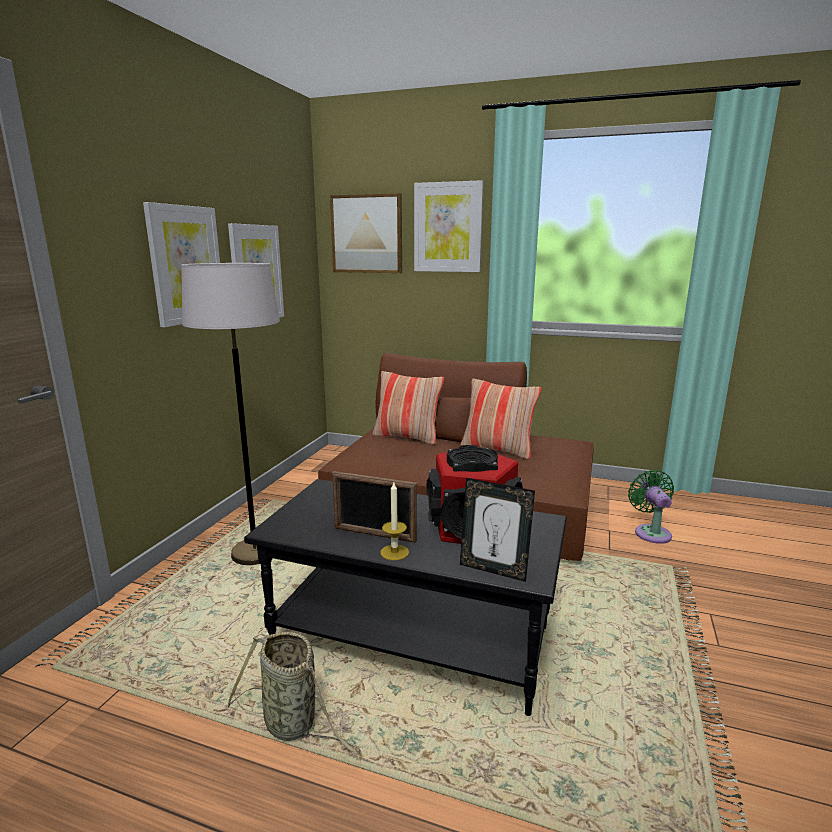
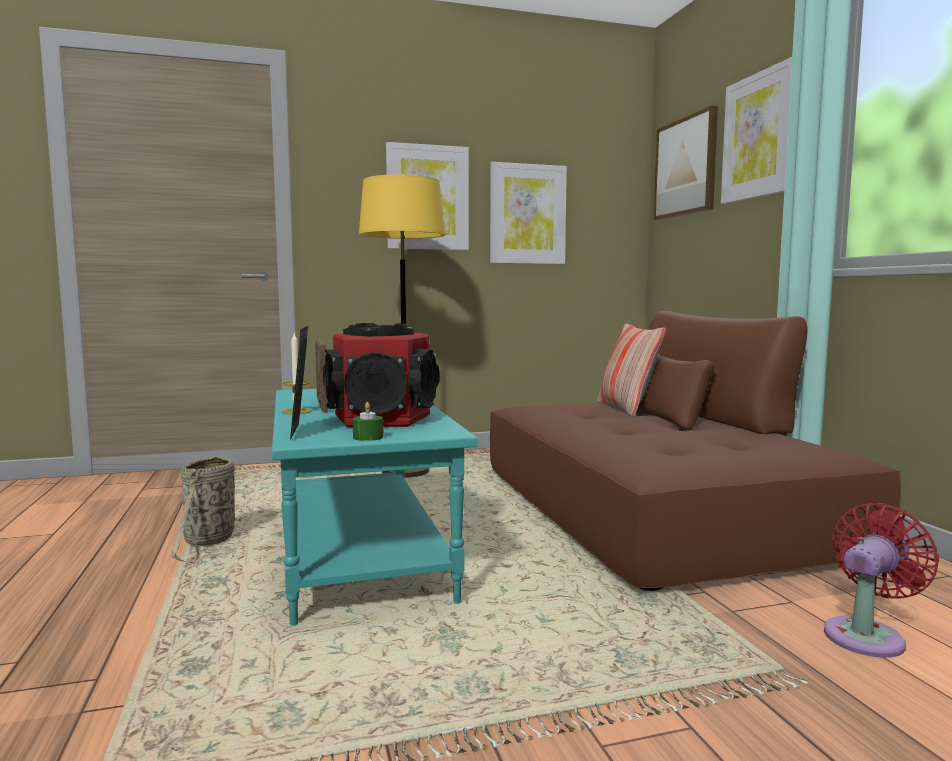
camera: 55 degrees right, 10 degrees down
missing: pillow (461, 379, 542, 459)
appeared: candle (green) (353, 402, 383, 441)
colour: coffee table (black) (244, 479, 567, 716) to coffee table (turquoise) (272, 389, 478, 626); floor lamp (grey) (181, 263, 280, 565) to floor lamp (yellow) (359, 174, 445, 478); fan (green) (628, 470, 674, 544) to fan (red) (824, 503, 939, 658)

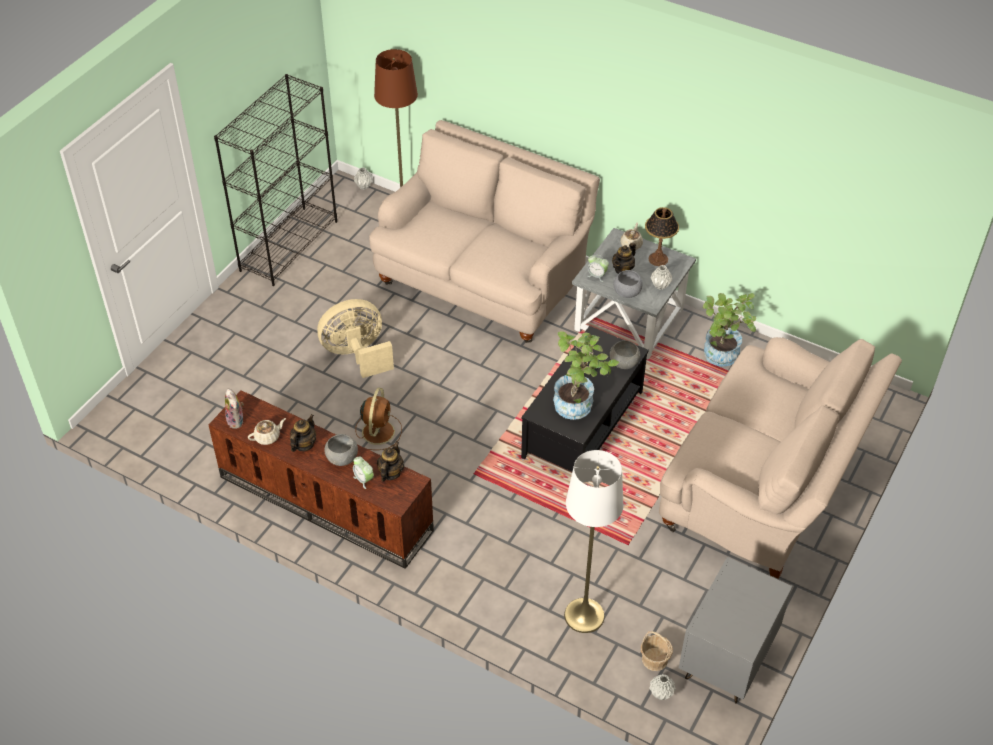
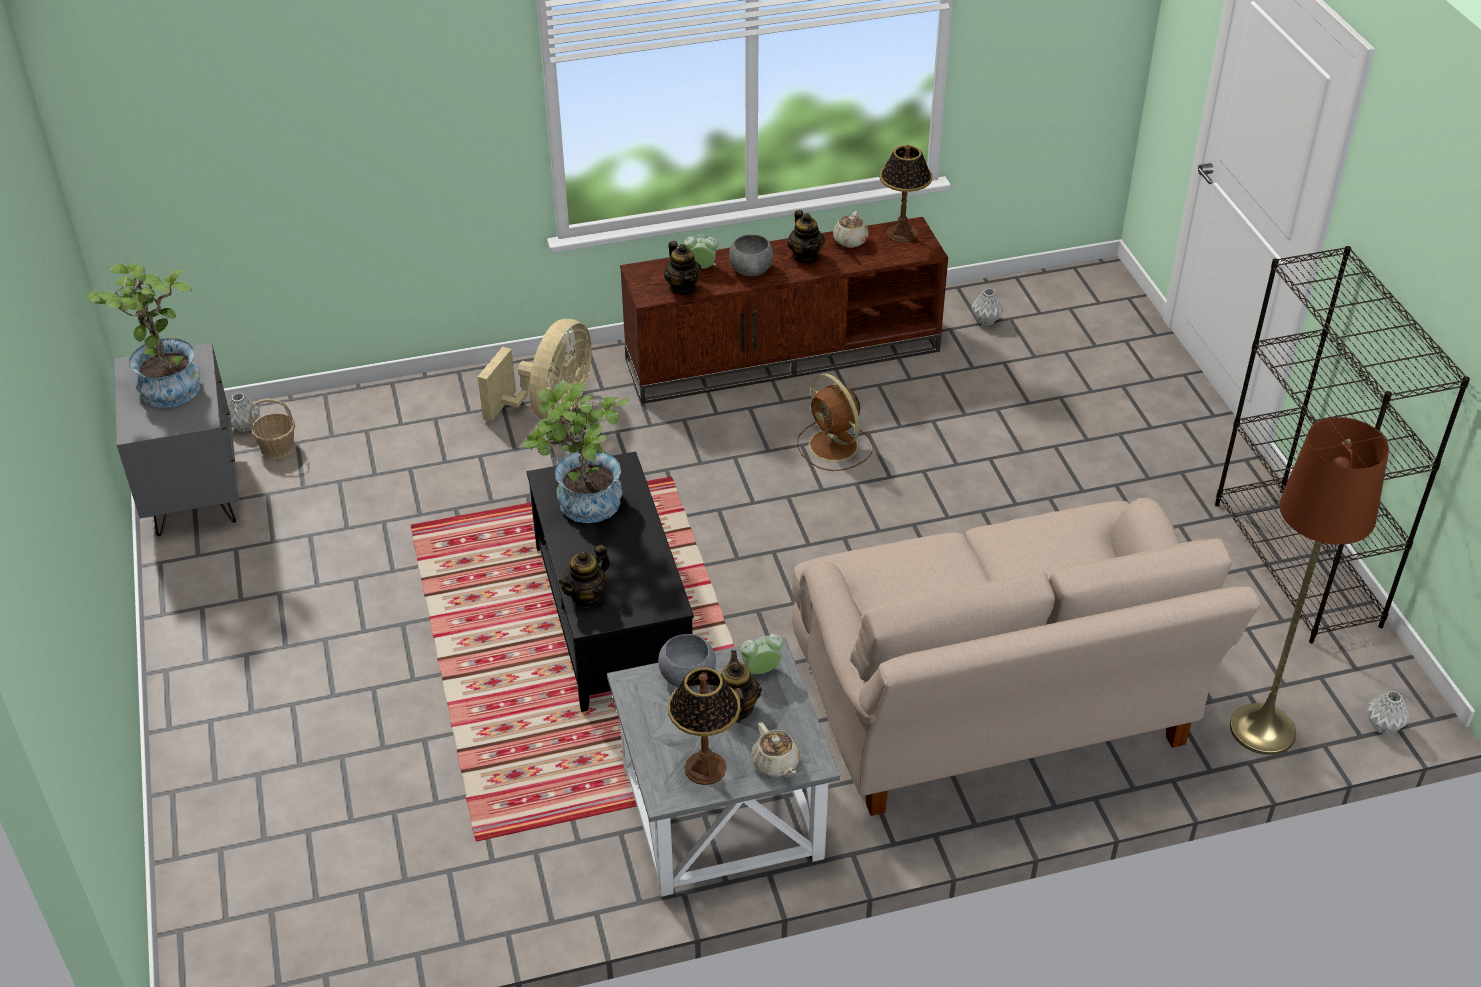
camera: 135 degrees right, 5 degrees down
missing: floor lamp (white) (564, 450, 624, 633); sofa (beige) (659, 337, 902, 579)
relocated: potted plant (703, 293, 756, 367) to (86, 263, 200, 408); fan (beige) (317, 299, 394, 378) to (478, 319, 592, 422); vase (grey) (650, 265, 672, 290) to (971, 288, 1004, 326)
exchanged: bowl (grey) (610, 340, 640, 369) to teapot (559, 545, 610, 608); plush toy (225, 389, 244, 429) to table lamp (879, 145, 932, 243)

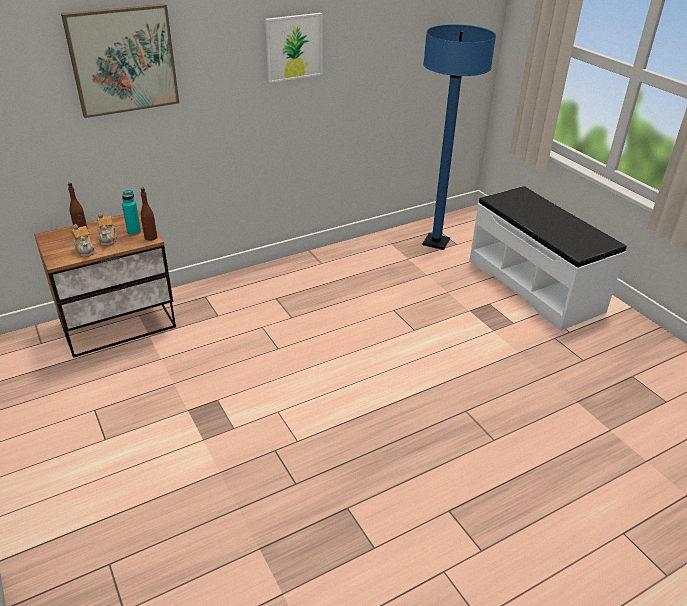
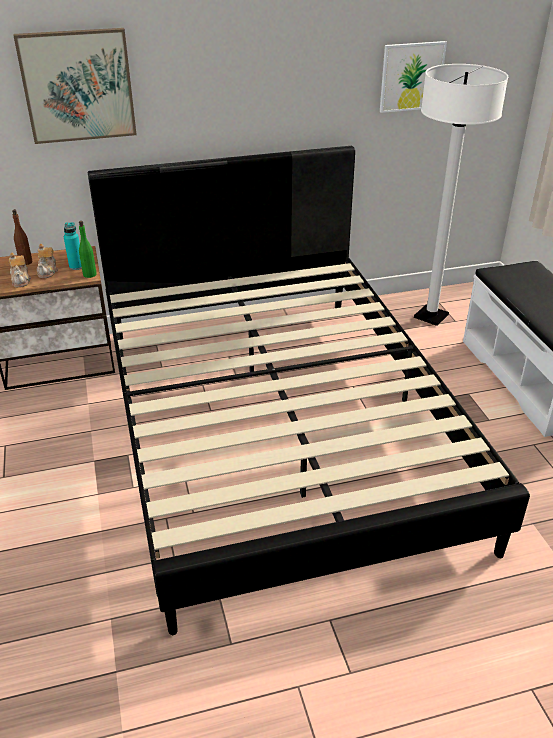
camera: 15 degrees right, 0 degrees up
appeared: bed (black) (88, 146, 530, 635)
relocated: picture (265, 13, 322, 83) to (380, 41, 447, 113)
colour: bottle (brown) (141, 188, 157, 241) to bottle (green) (79, 221, 97, 278); floor lamp (blue) (423, 24, 496, 250) to floor lamp (white) (414, 64, 508, 326)

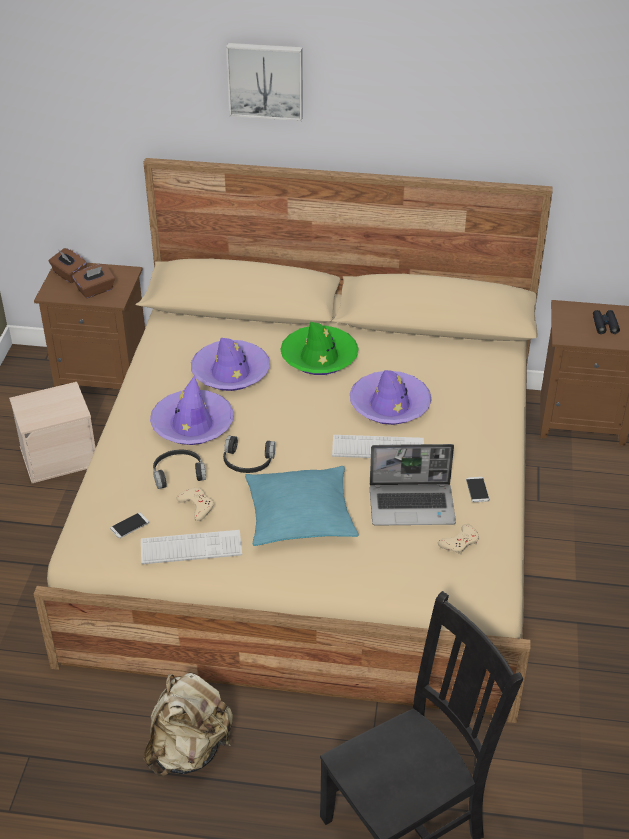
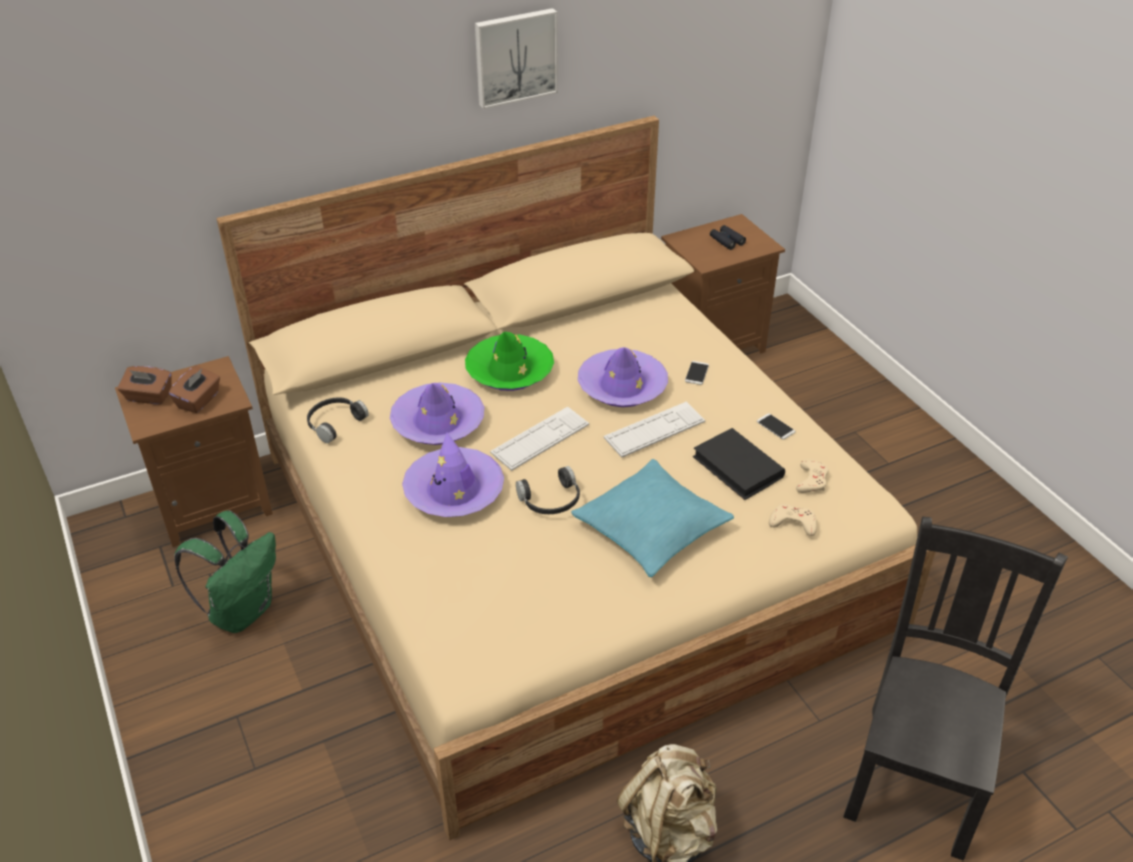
camera: 35 degrees left, 0 degrees up
relocated: headphones (black) (153, 450, 206, 489) to (307, 398, 369, 443); picture (226, 43, 303, 121) to (475, 8, 558, 109); keyboard (141, 530, 242, 564) to (490, 407, 589, 471); phone (110, 512, 149, 538) to (685, 361, 709, 385); game controller (beige) (177, 488, 214, 521) to (769, 504, 817, 536)
exchanged: storage box (beige) (9, 382, 96, 483) to backpack (green) (174, 511, 276, 633); laptop (370, 444, 456, 526) to book (black) (693, 428, 785, 500)

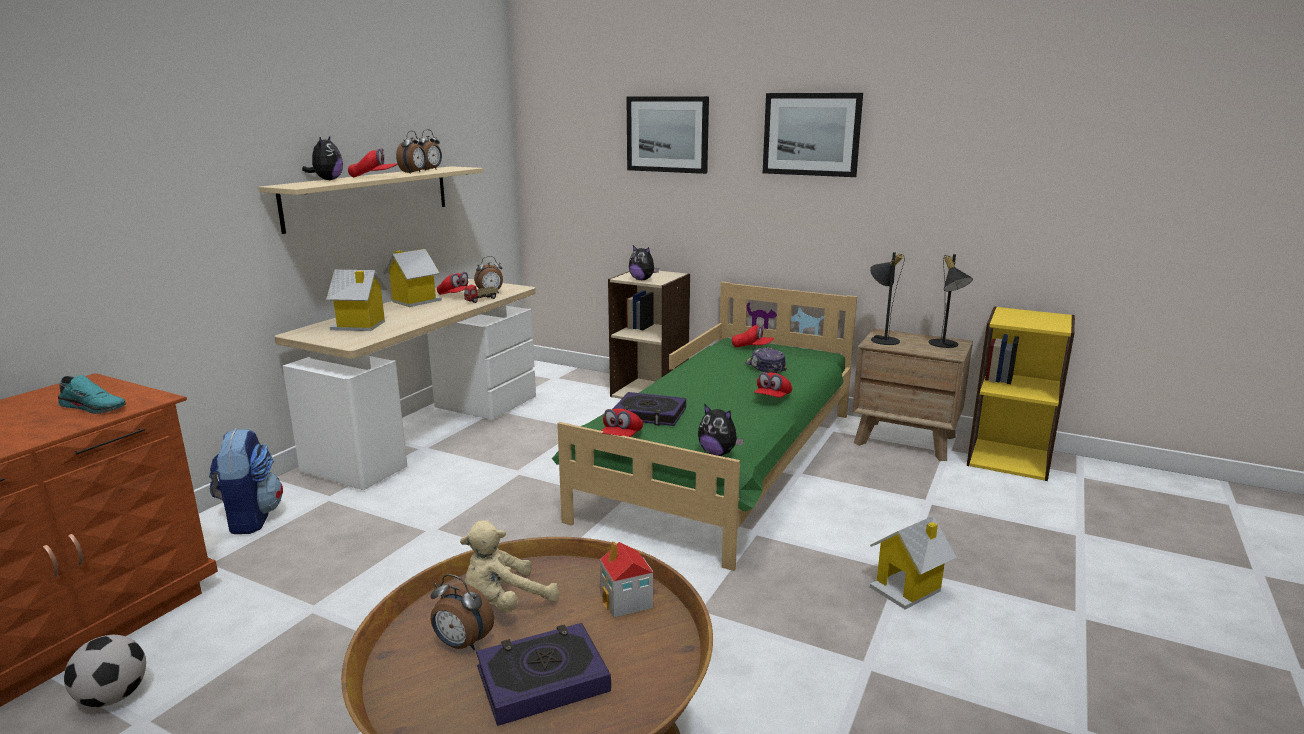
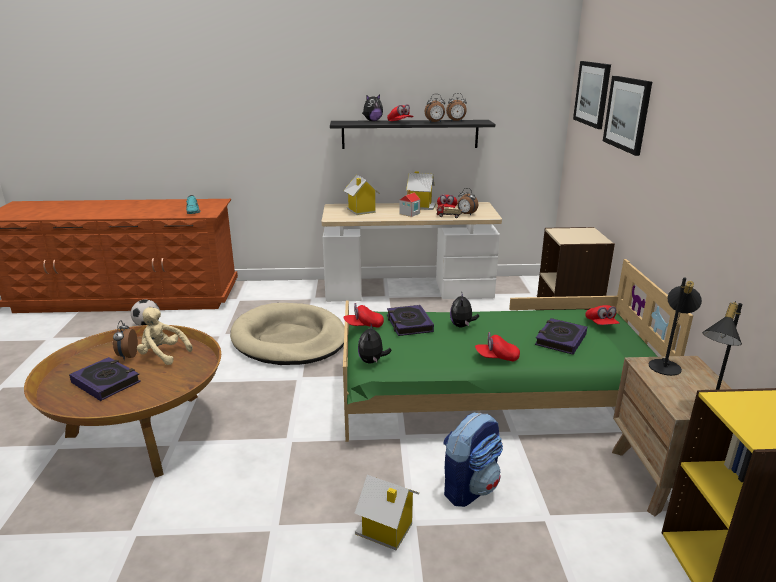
camera: 60 degrees right, 5 degrees up
appeared: dog bed (beige) (230, 303, 345, 365)
relocated: toy house (600, 541, 653, 618) to (399, 190, 420, 217); backpack (209, 428, 283, 534) to (443, 413, 503, 507); plush toy (629, 245, 659, 280) to (450, 291, 479, 327); picture (763, 93, 863, 177) to (573, 61, 611, 129)
exchanged: cap (745, 348, 787, 373) to book (535, 318, 587, 355)
colour: shelf (beige) (259, 166, 484, 234) to shelf (black) (330, 120, 495, 149)

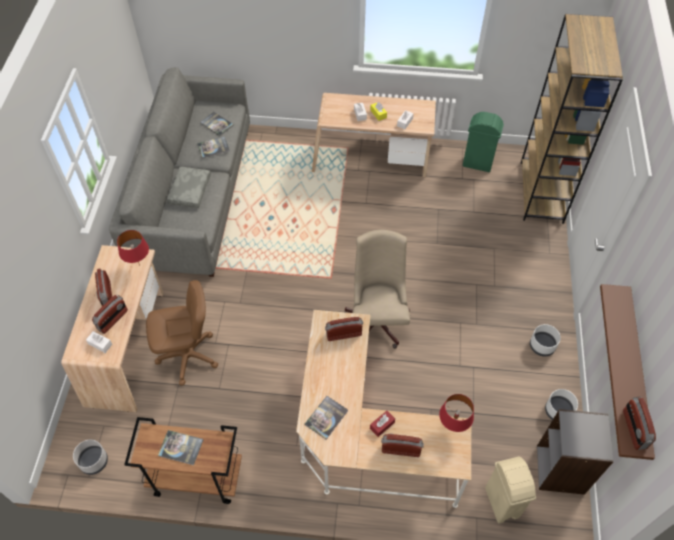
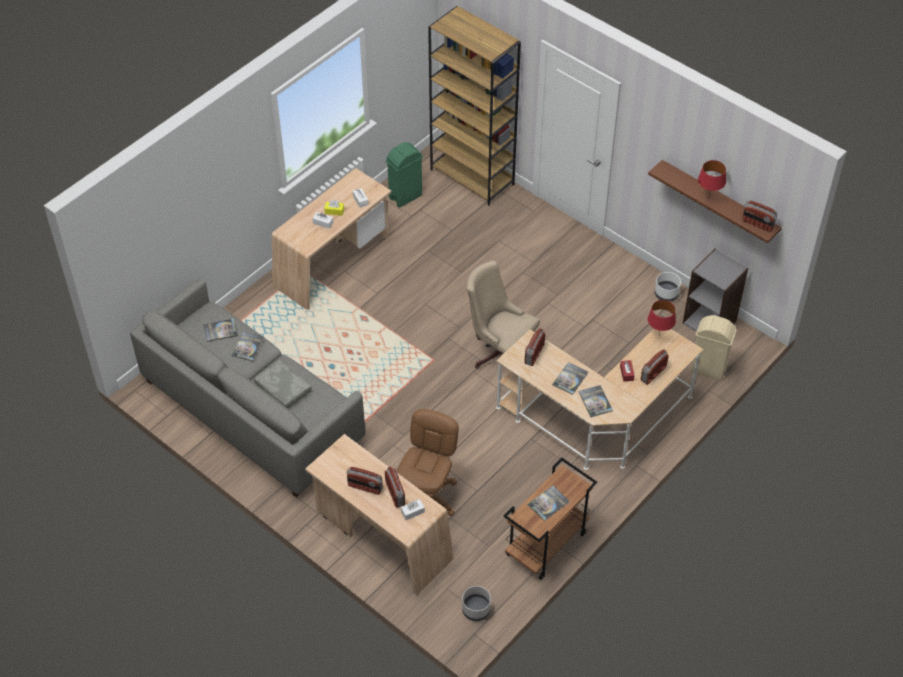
camera: 55 degrees left, 5 degrees down
missing: planter (white) (530, 324, 561, 357)
appeared: book (552, 362, 588, 395)
relocated: table lamp (red) (117, 230, 149, 266) to (698, 160, 726, 195)

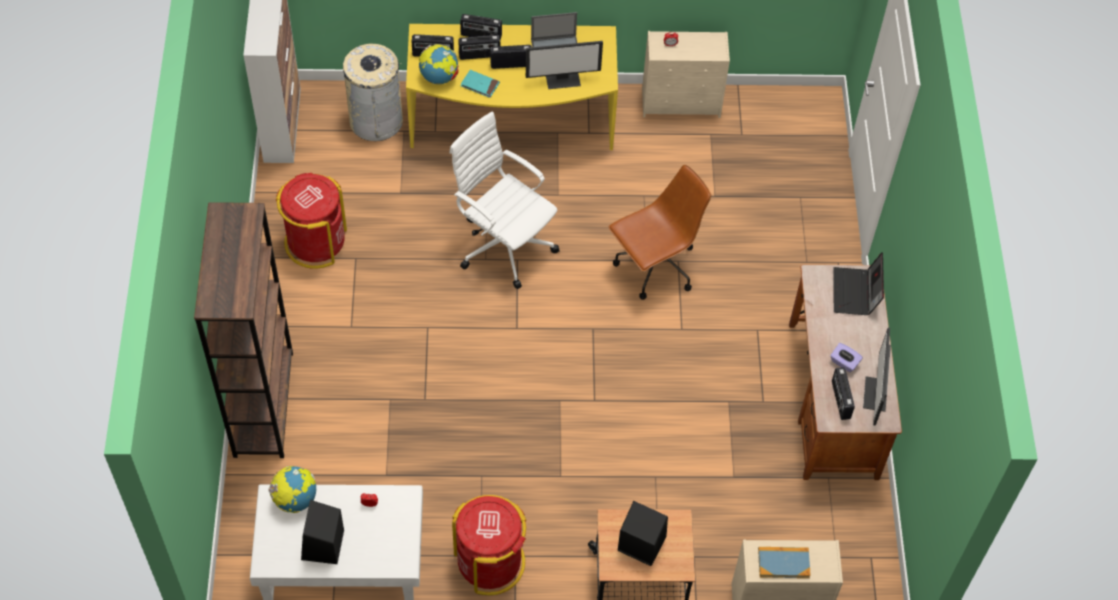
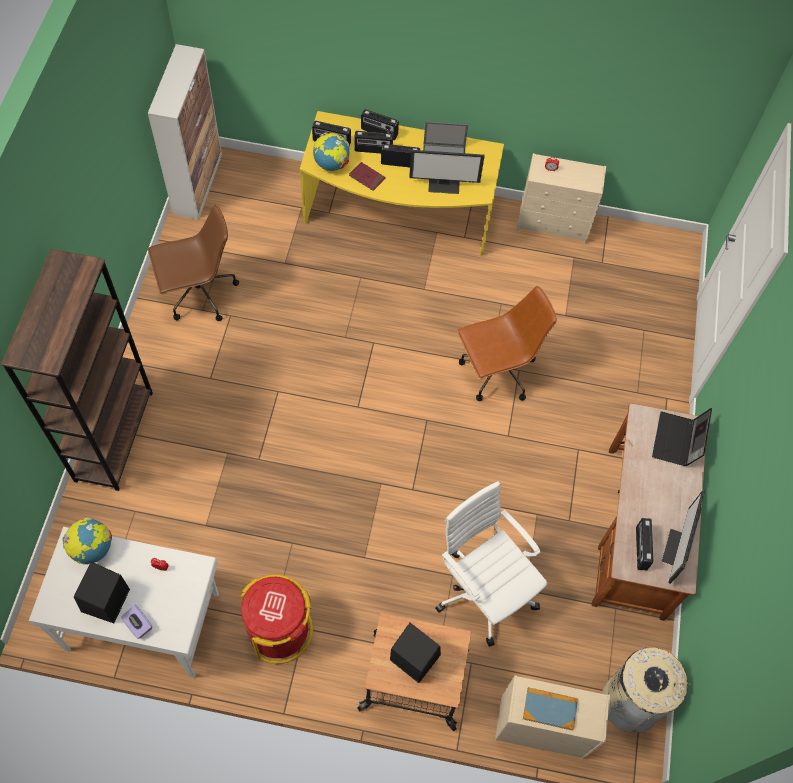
camera: 10 degrees right, 5 degrees up
relocated: tissue box (purple) (830, 343, 863, 373) to (121, 605, 152, 639); office chair (white) (449, 112, 560, 289) to (435, 481, 547, 647); trash can (beige) (343, 44, 403, 141) to (602, 647, 691, 733)
exchanged: trash can (red) (276, 173, 347, 268) to office chair (brown) (148, 205, 239, 321)
colour: book (turquoise) (461, 70, 500, 98) to book (red) (349, 162, 385, 191)

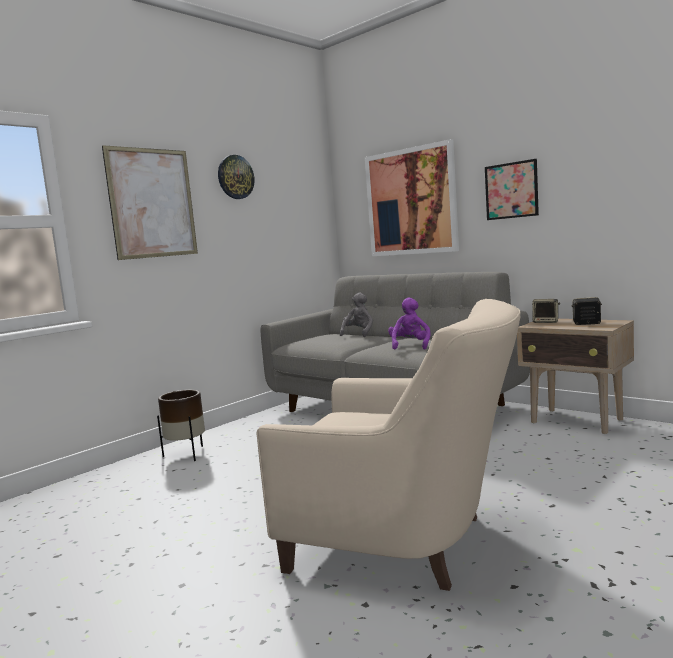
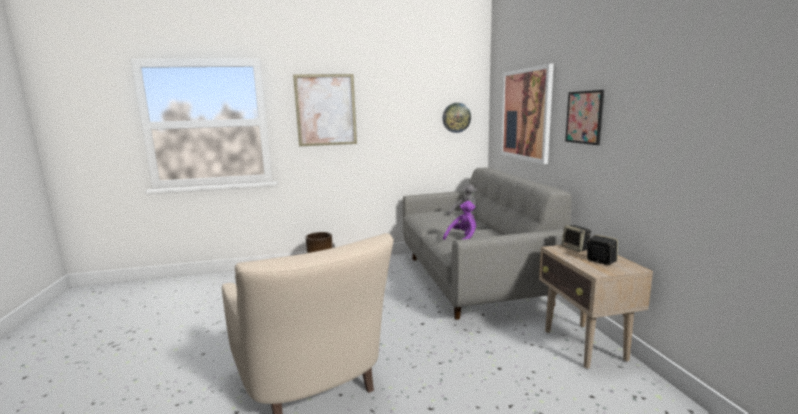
camera: 35 degrees right, 5 degrees up
relocated: wall clock (218, 155, 255, 199) to (443, 103, 471, 133)

